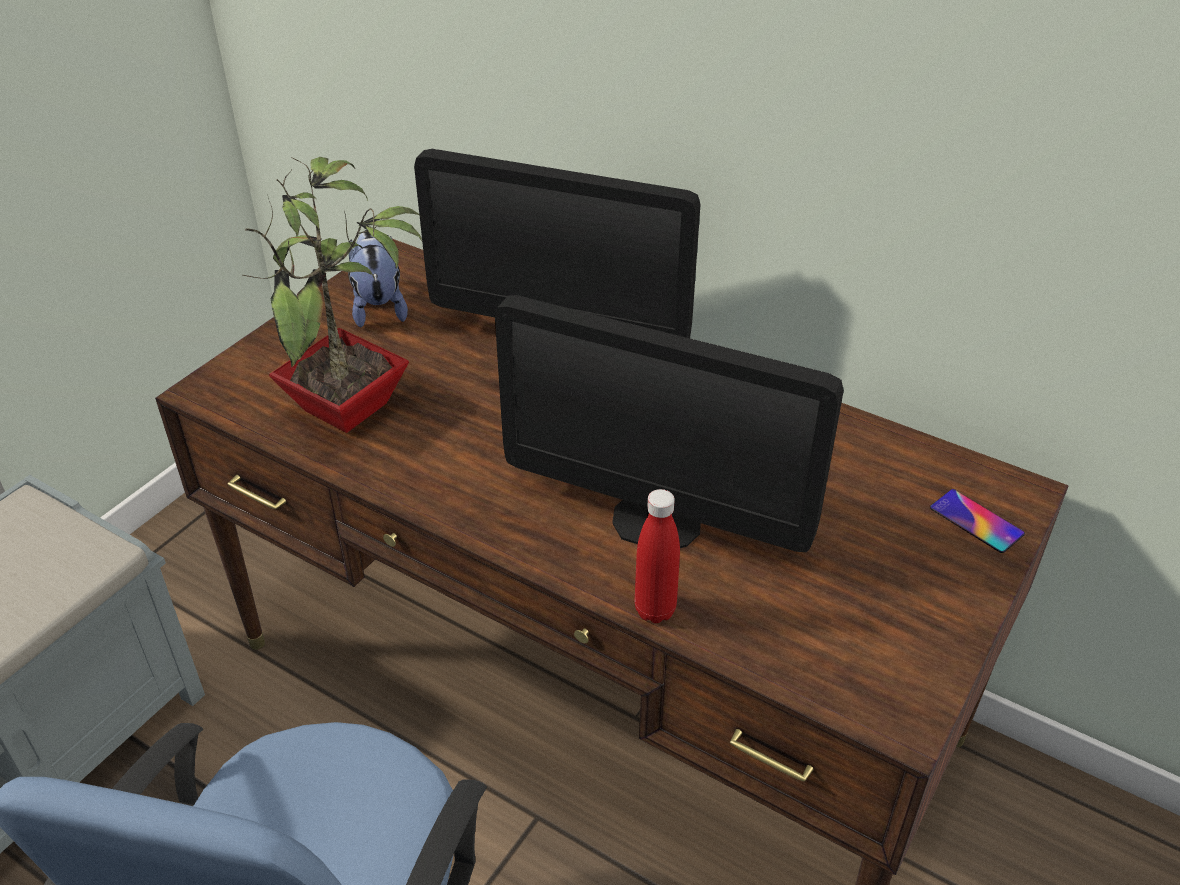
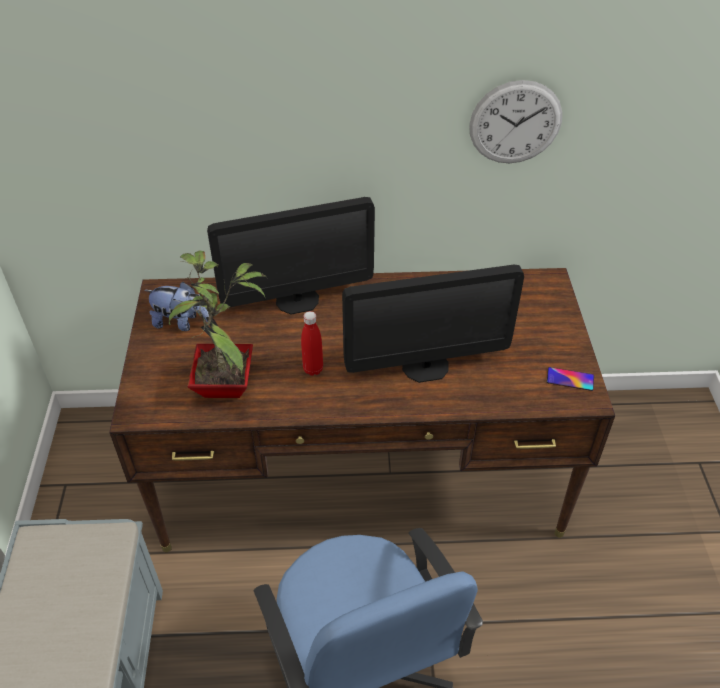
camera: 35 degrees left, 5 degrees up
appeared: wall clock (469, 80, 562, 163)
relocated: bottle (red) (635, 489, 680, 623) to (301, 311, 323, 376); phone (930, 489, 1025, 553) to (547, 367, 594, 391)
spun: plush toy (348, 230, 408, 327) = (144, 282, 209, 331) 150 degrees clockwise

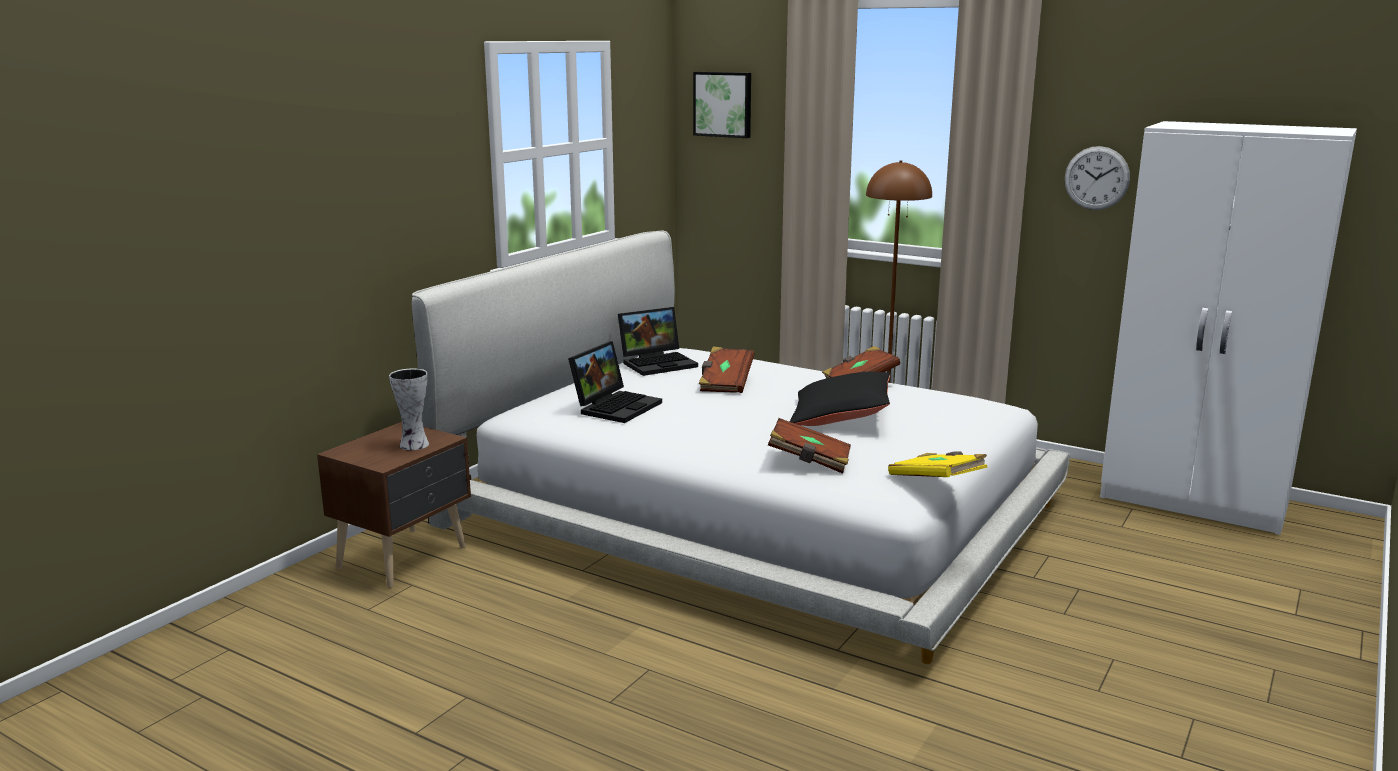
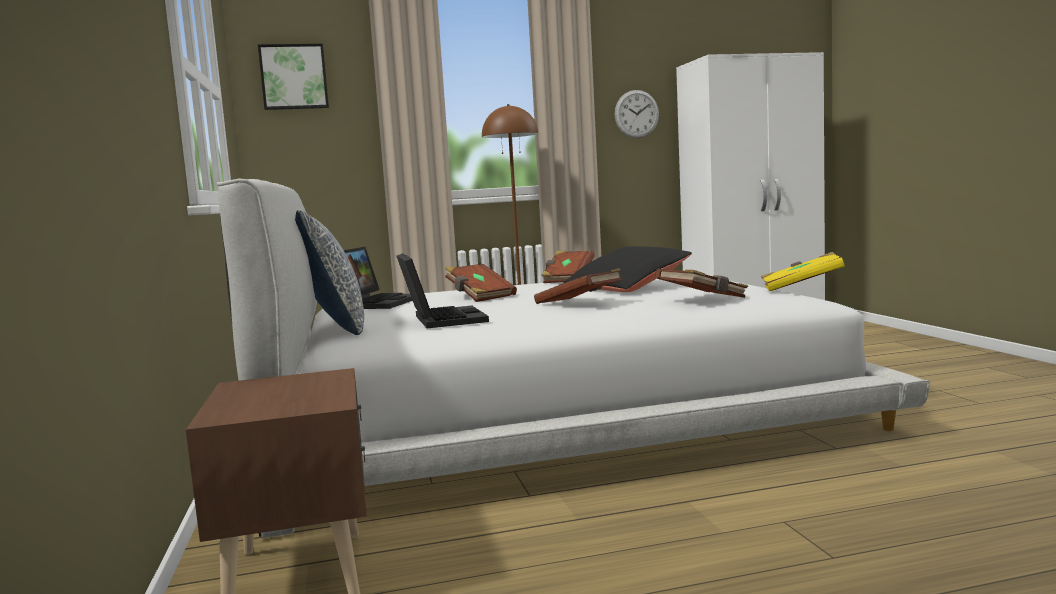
camera: 45 degrees left, 10 degrees down
missing: vase (389, 368, 429, 450)
appeared: pillow (295, 209, 364, 335); book (brown) (534, 268, 622, 304)

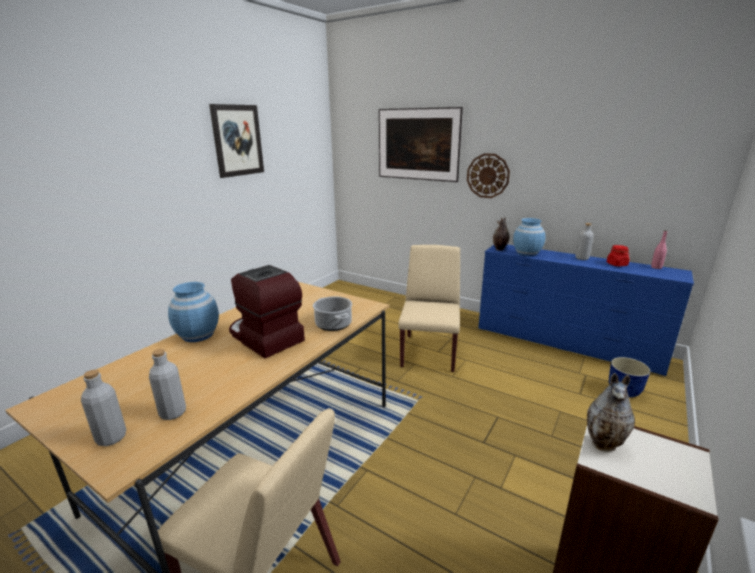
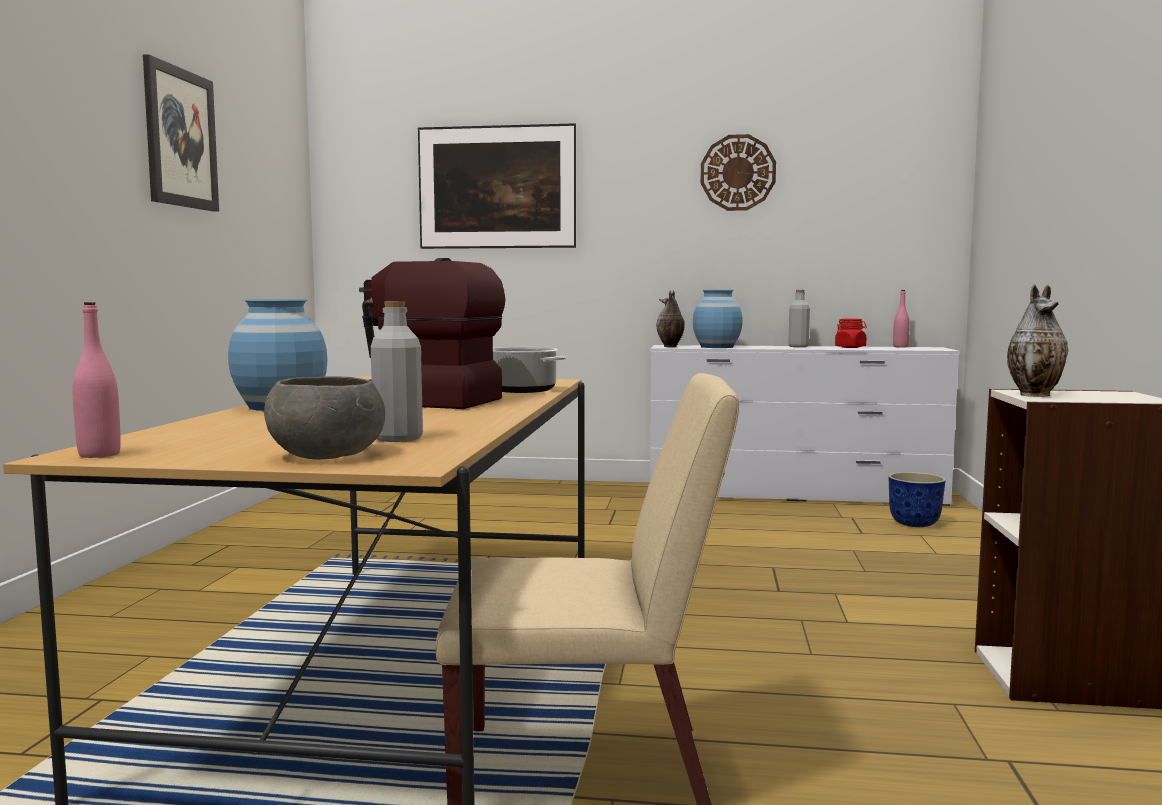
camera: 25 degrees left, 15 degrees down
missing: chair (beige) (398, 245, 460, 372)
appeared: bottle (pink) (72, 302, 121, 458)
relocated: wall clock (467, 153, 510, 198) to (701, 134, 776, 211)
exchanged: bottle (grey) (81, 370, 126, 446) to bowl (grey) (264, 376, 385, 459)
colour: dresser (blue) (478, 245, 694, 376) to dresser (white) (650, 345, 960, 506)

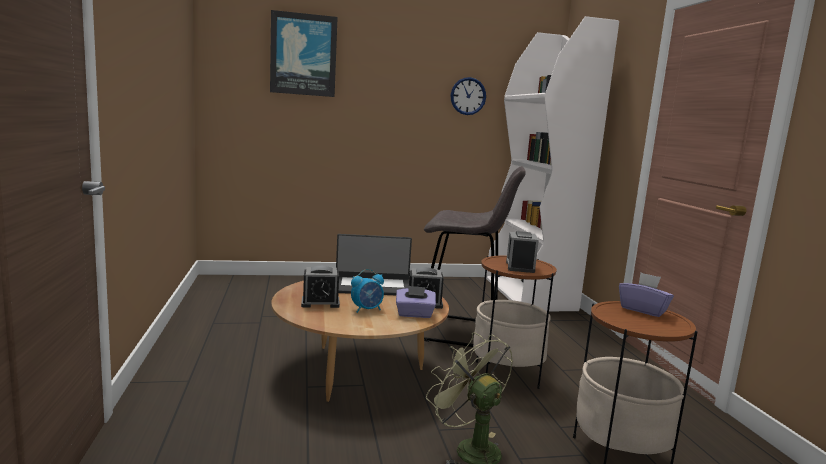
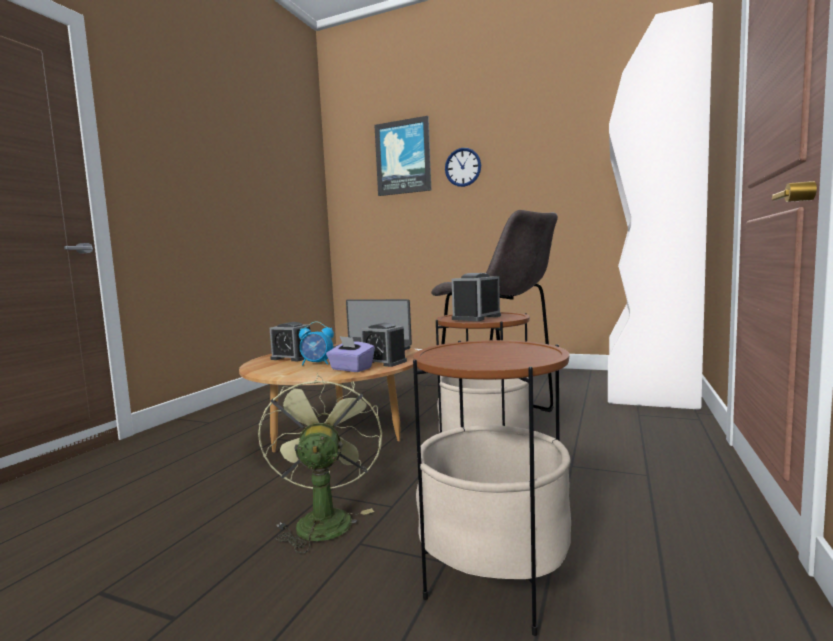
camera: 35 degrees right, 5 degrees down
missing: tissue box (purple) (619, 273, 674, 317)
relocated: wall clock (451, 77, 486, 115) to (445, 148, 481, 187)

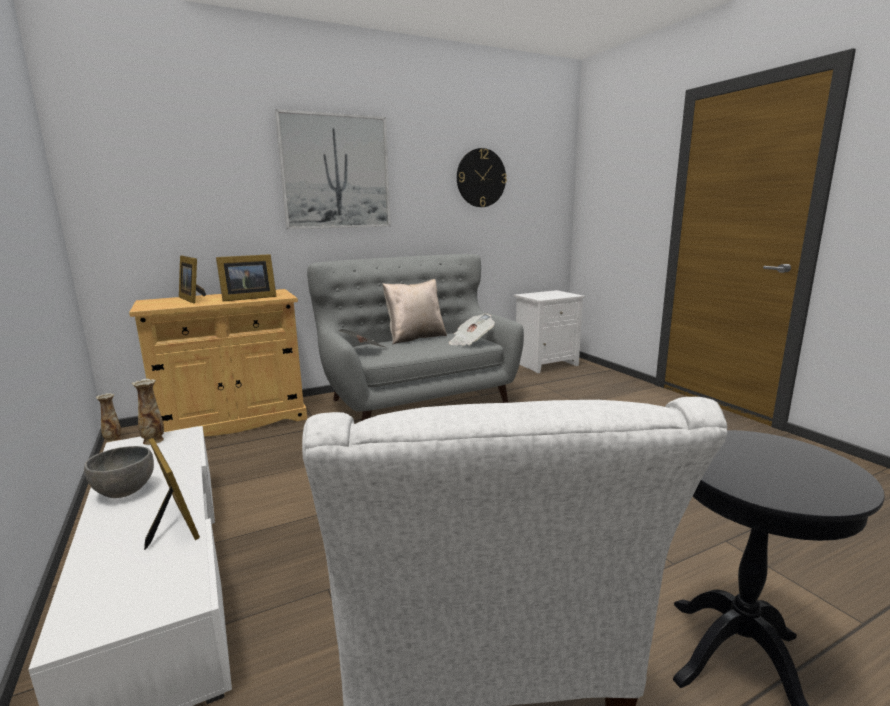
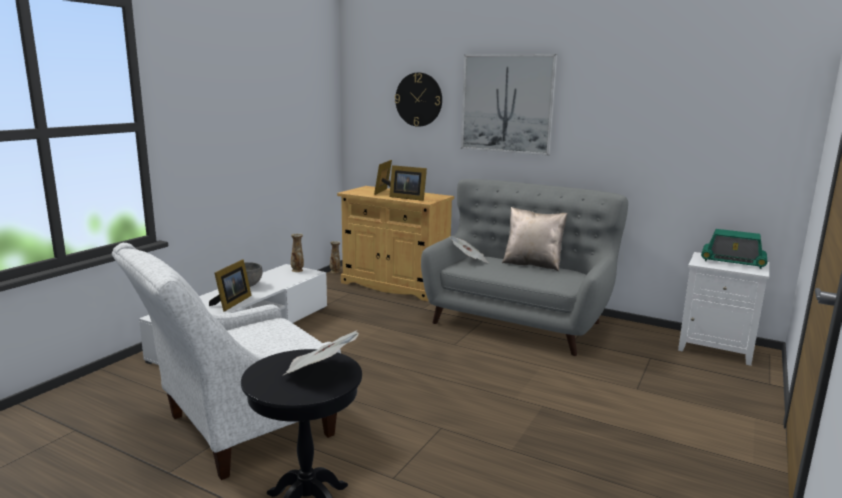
camera: 55 degrees right, 0 degrees up
appeared: radio (701, 229, 767, 269)
relocated: newspaper (449, 314, 495, 346) to (282, 330, 359, 376); wall clock (457, 148, 507, 207) to (395, 72, 442, 127)

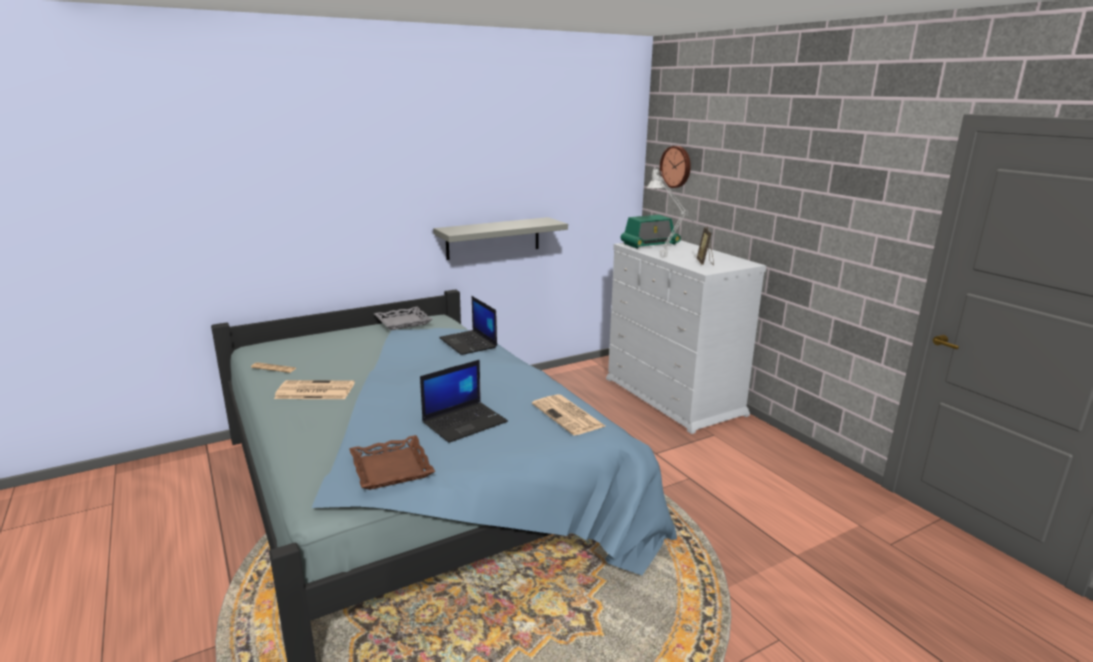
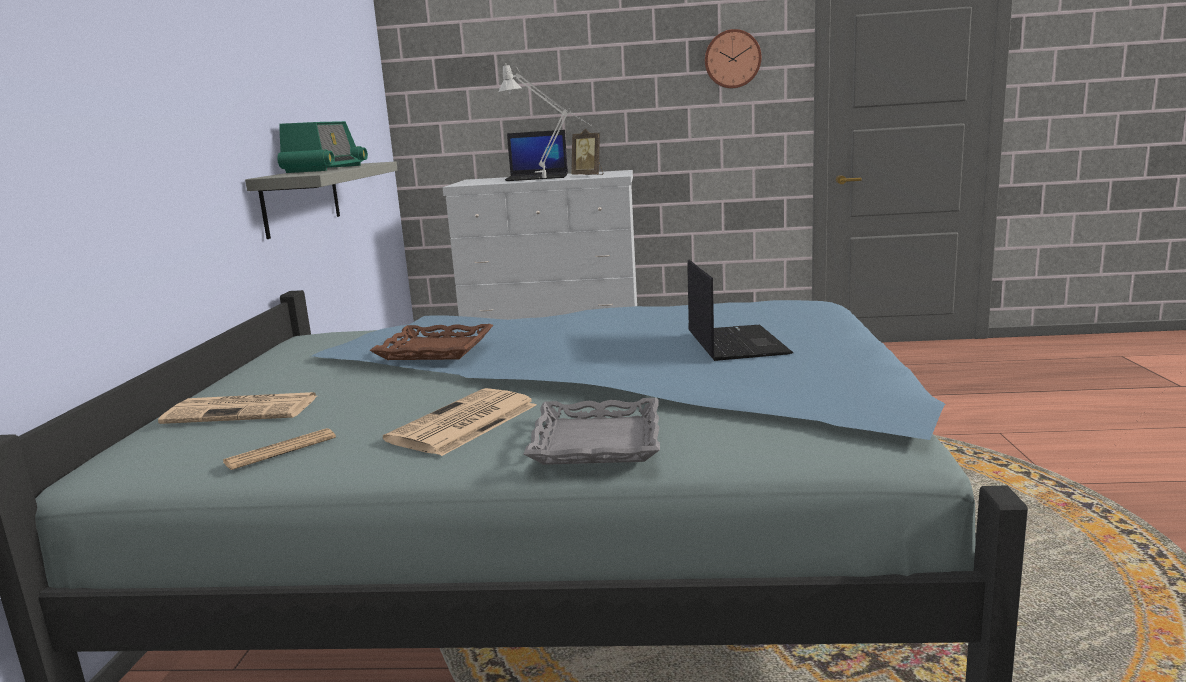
camera: 55 degrees left, 5 degrees down
relocated: newspaper (532, 394, 605, 435) to (158, 392, 317, 424); radio (621, 215, 681, 249) to (277, 121, 368, 173); tray (brown) (349, 435, 435, 490) to (370, 324, 493, 360); laptop (439, 296, 497, 355) to (505, 130, 568, 181); tray (grey) (374, 307, 432, 330) to (524, 398, 660, 465); wall clock (660, 146, 691, 188) to (705, 29, 761, 89)

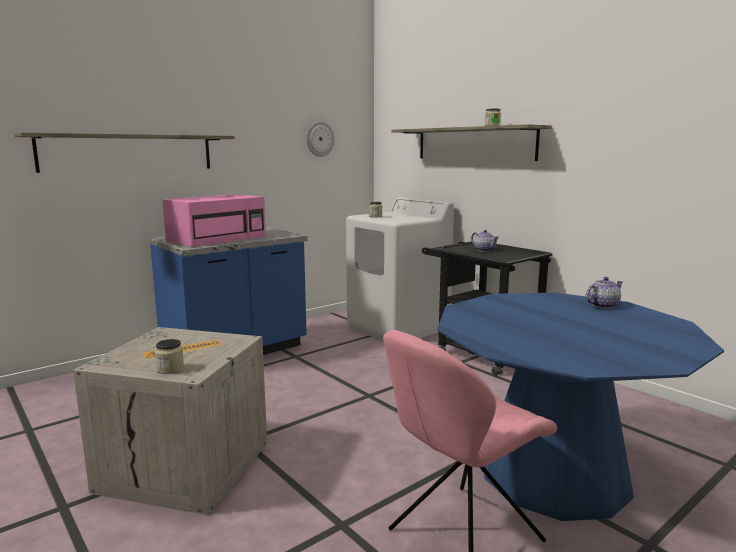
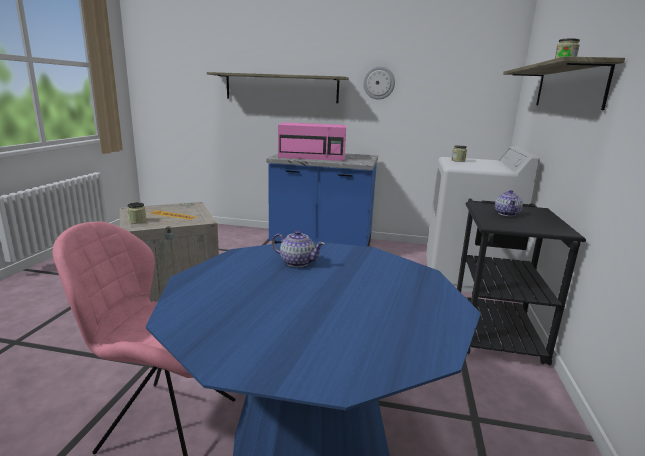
camera: 50 degrees right, 5 degrees up
relocated: teapot (586, 277, 623, 309) to (272, 230, 325, 267); wall clock (306, 121, 335, 157) to (363, 66, 395, 100)

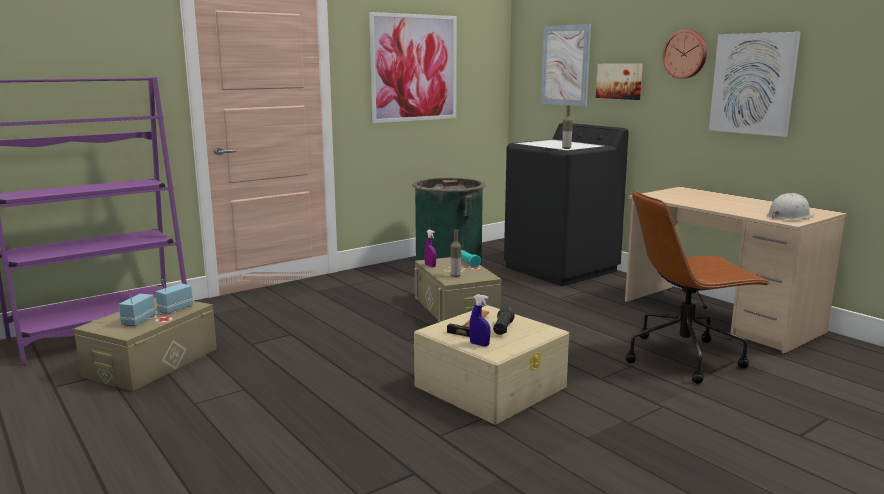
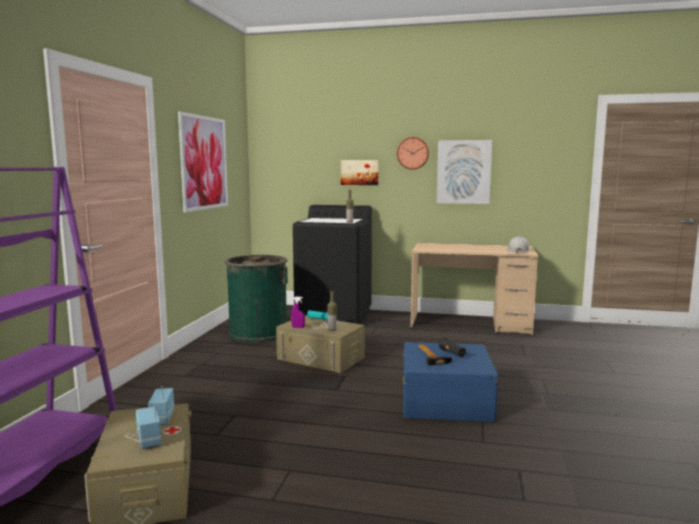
camera: 40 degrees left, 5 degrees down
missing: spray bottle (blue) (469, 294, 490, 347); picture (541, 24, 591, 107); office chair (brown) (626, 190, 771, 384)
colour: storage box (beige) (413, 305, 569, 425) to storage box (blue) (403, 342, 498, 422)

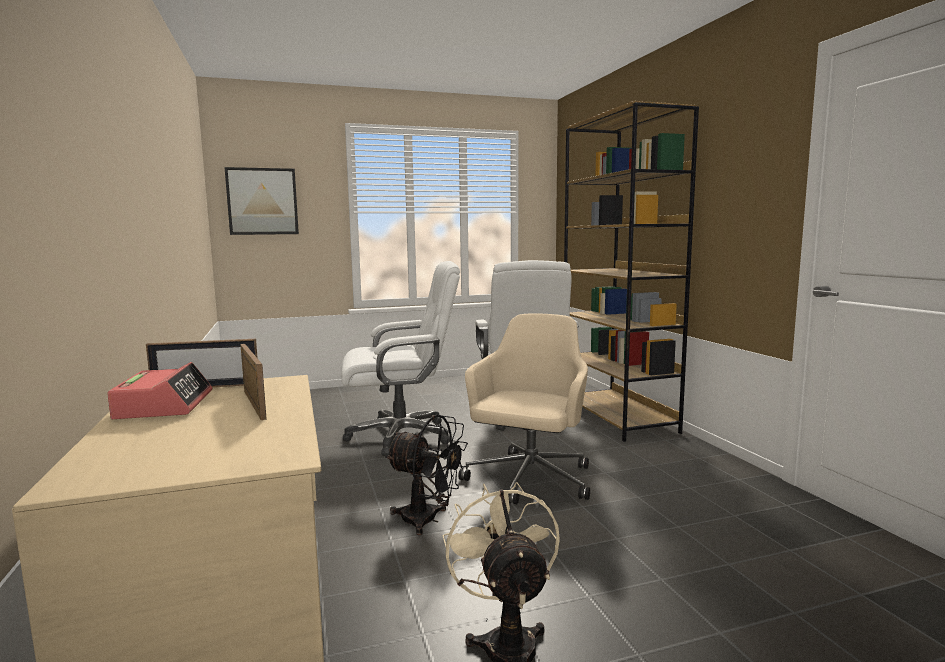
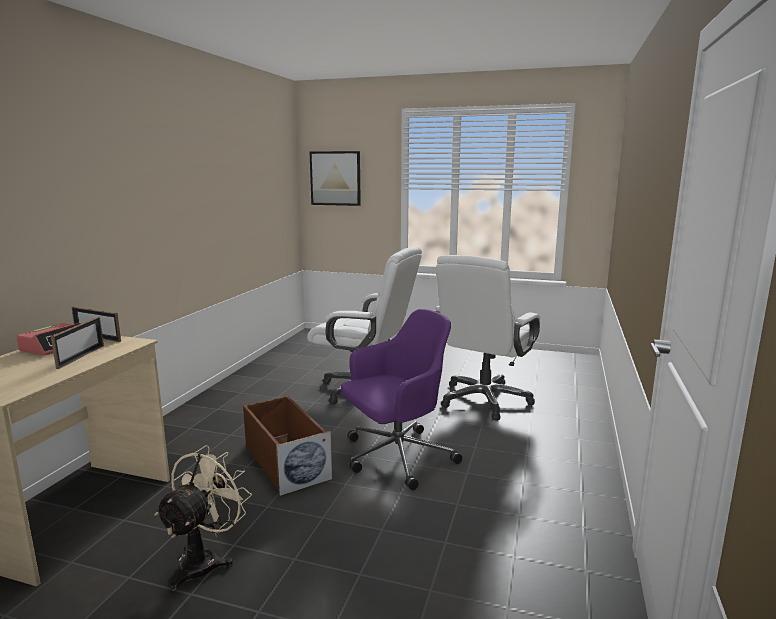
camera: 35 degrees right, 5 degrees up
missing: bookcase (brown) (564, 101, 699, 442)
exchanged: fan (black) (385, 415, 468, 535) to storage box (brown) (243, 395, 332, 496)
colour: office chair (beige) (458, 313, 590, 504) to office chair (purple) (341, 309, 462, 490)

